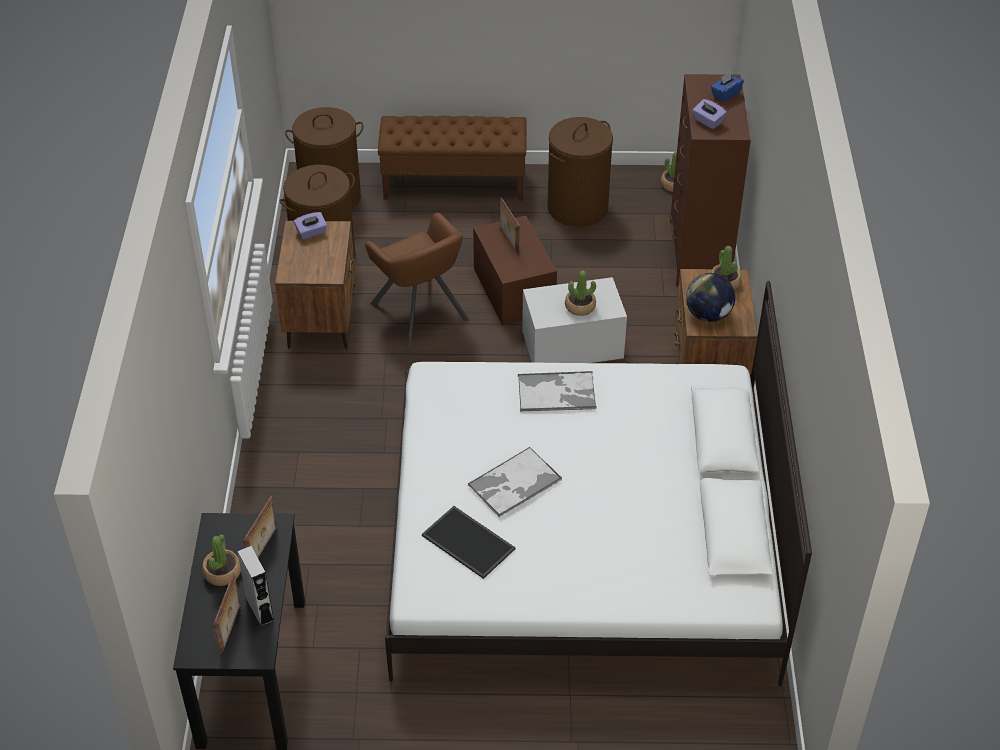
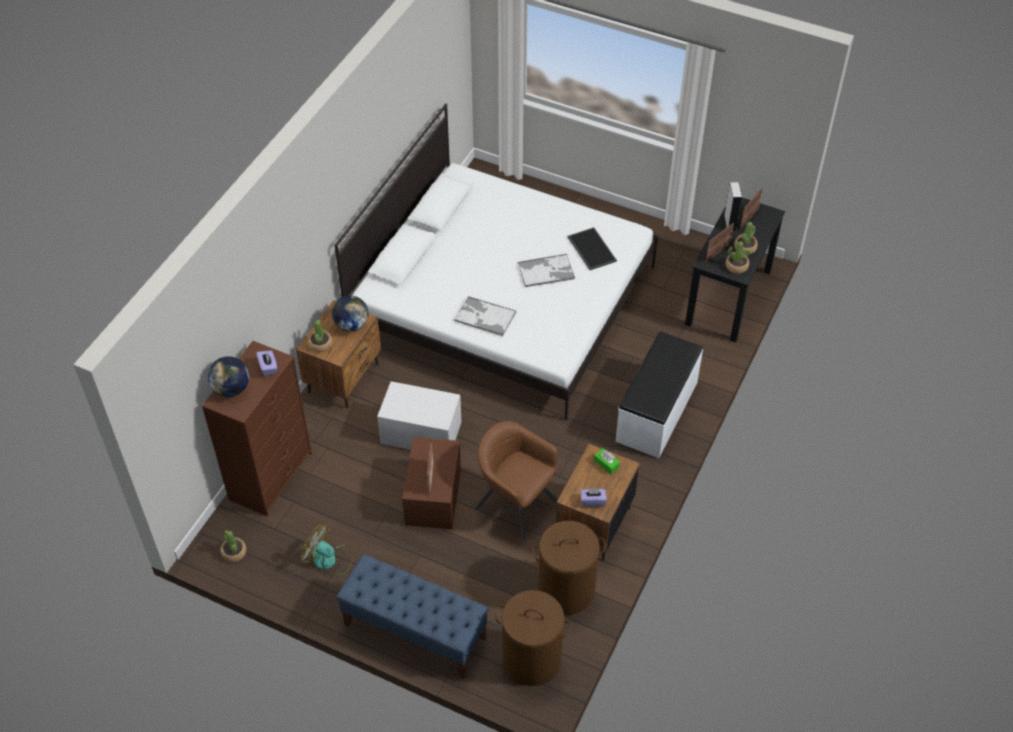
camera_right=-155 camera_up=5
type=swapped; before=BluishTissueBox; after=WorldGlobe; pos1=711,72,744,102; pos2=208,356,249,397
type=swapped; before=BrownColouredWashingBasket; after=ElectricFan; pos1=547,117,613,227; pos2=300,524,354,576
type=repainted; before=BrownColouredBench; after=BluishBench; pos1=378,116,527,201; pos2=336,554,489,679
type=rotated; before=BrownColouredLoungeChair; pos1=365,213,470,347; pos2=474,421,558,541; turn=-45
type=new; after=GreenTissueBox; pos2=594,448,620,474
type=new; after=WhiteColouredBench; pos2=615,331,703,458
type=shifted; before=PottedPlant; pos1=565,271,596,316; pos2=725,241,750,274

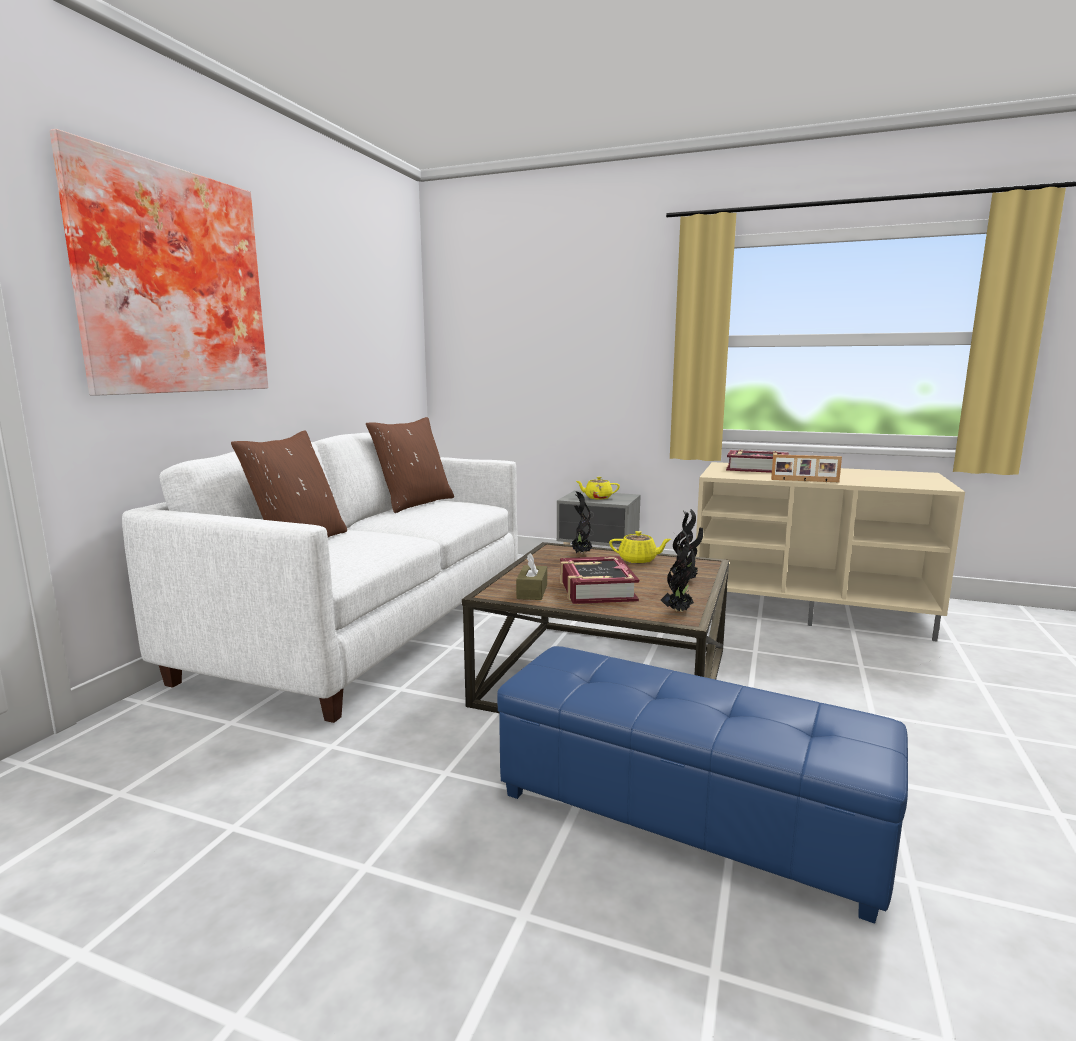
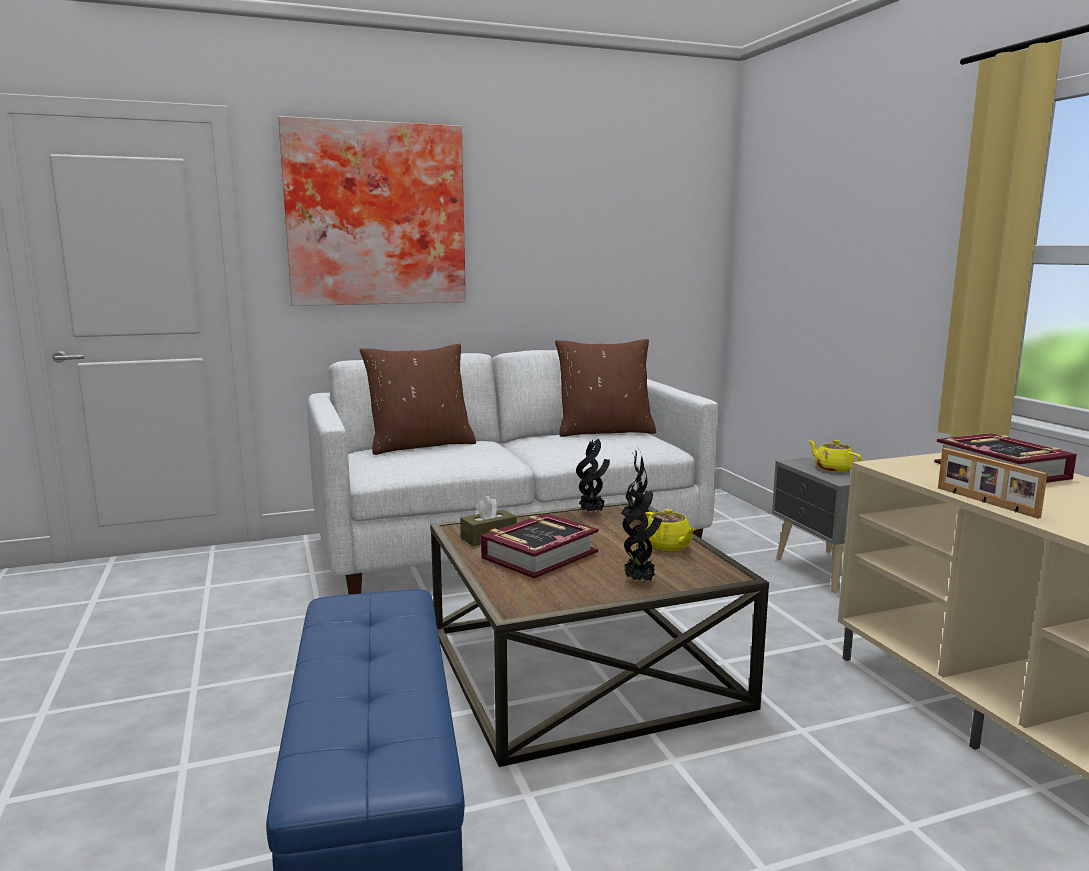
camera_right=50 camera_up=0
type=shifted; before=PottedPlant; pos1=661,530,695,612; pos2=576,439,610,513

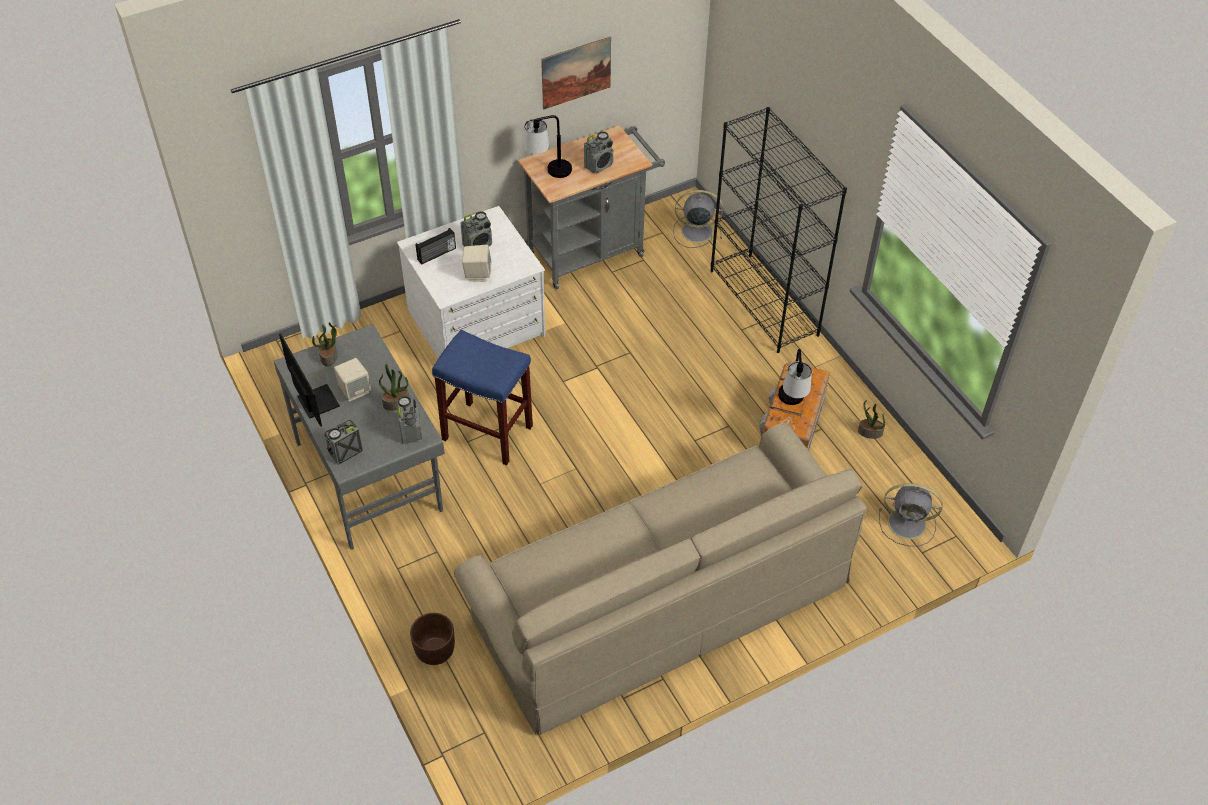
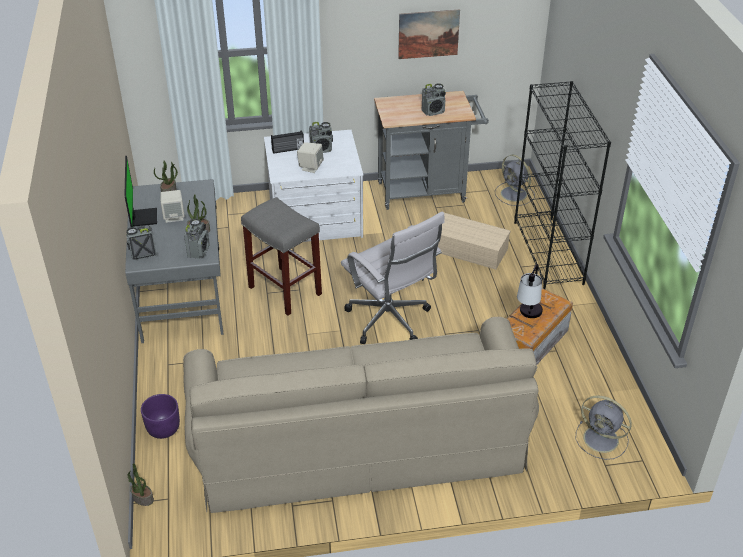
camera_right=20 camera_up=-10
type=shifted; before=PottedPlant; pos1=858,400,885,439; pos2=127,463,154,506
type=repainted; before=BrownColouredPlantPot; after=PurplishPlantPot; pos1=410,613,455,665; pos2=141,394,180,439
type=repainted; before=BluishSittingStool; after=GraySittingStool; pos1=432,330,533,465; pos2=241,197,322,316
type=new; after=WhiteColouredDeskChair; pos2=341,211,445,344
type=new; after=SandColouredStorageBox; pos2=438,213,511,269
type=rotated; before=GrayElectricFan; pos1=673,190,723,248; pos2=495,155,535,206; turn=-150
type=gone; before=TableLamp; pos1=523,115,572,178

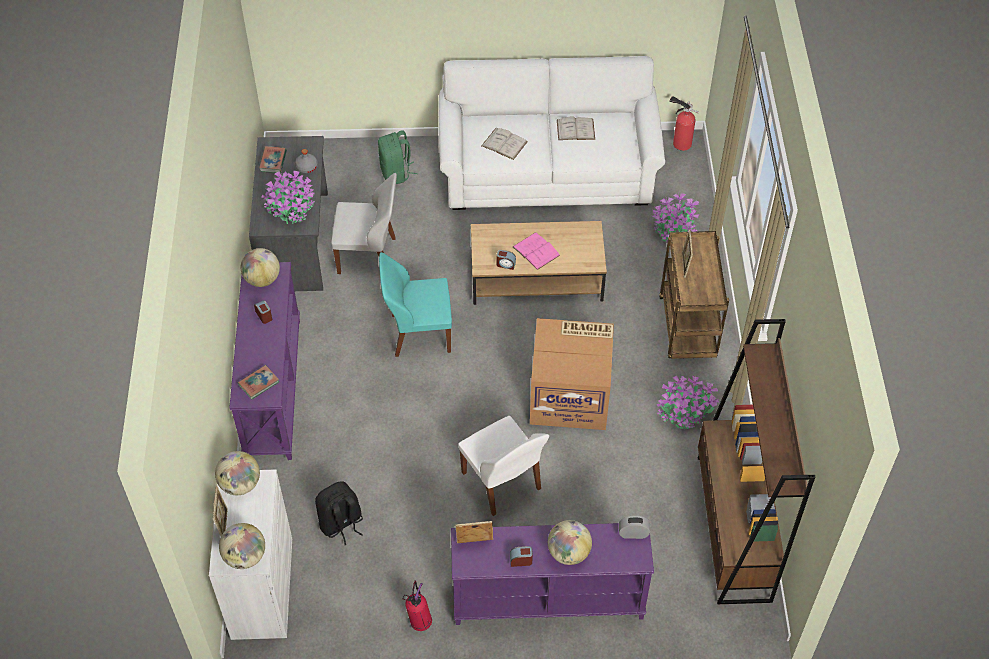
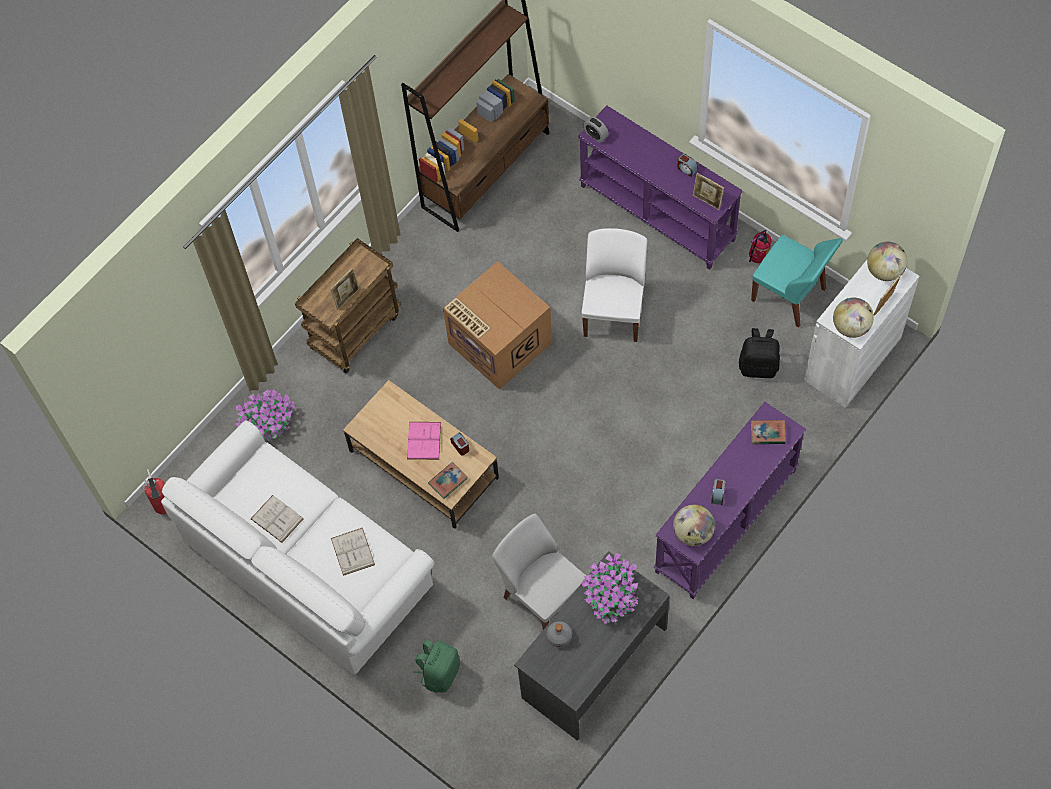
camera_right=-135 camera_up=10
type=shifted; before=BoundBook; pos1=259,146,287,173; pos2=428,462,468,499
type=shifted; before=TurquoiseChair; pos1=379,252,452,357; pos2=751,235,843,328
type=gone; before=WorldGlobe; pos1=548,520,592,565
type=gone; before=PottedPlant; pos1=657,375,719,429

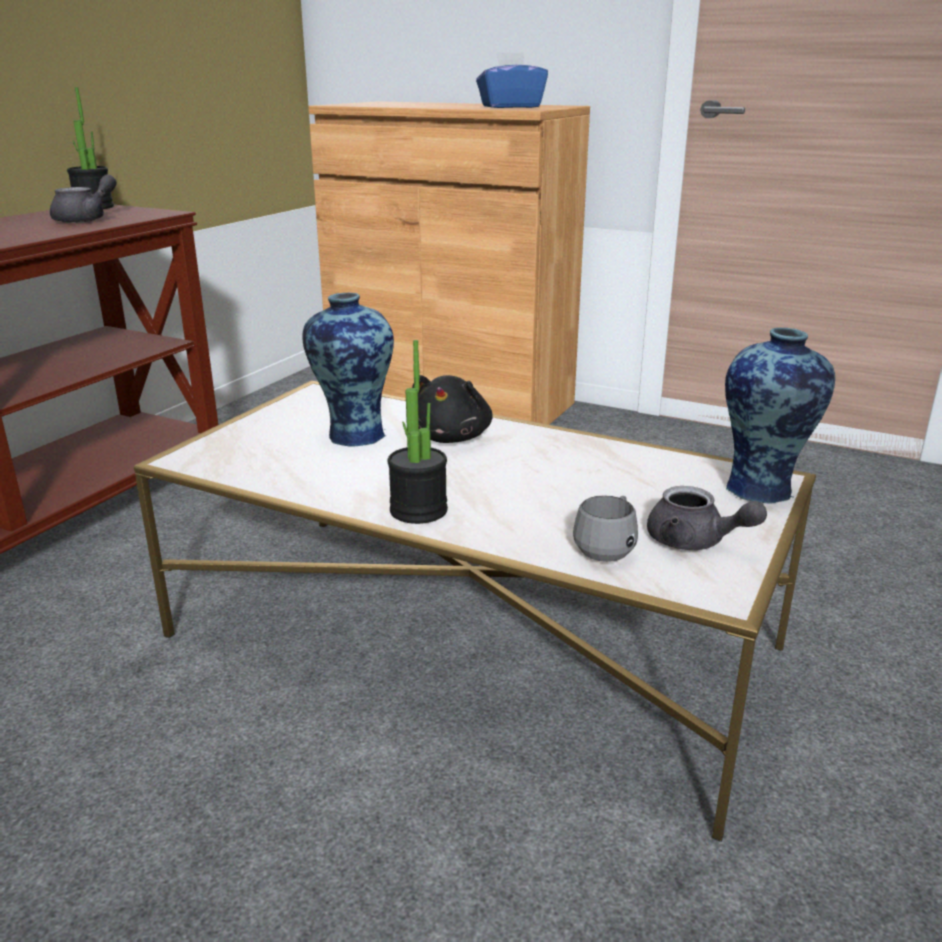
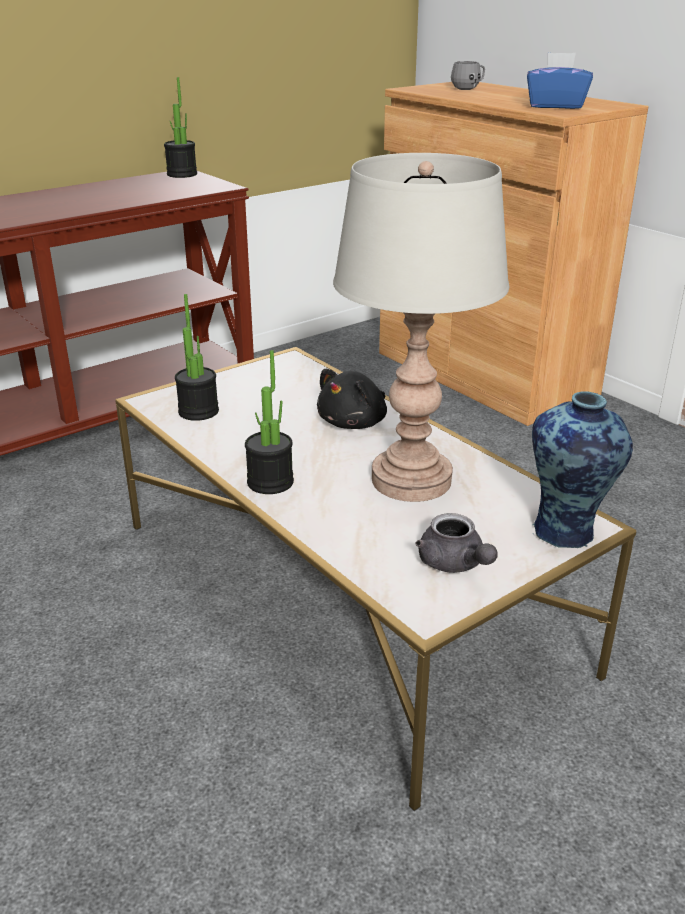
camera_right=25 camera_up=5
type=new; after=PottedPlant; pos2=175,294,219,421
type=new; after=GrayTableLamp; pos2=333,153,509,502
type=shifted; before=GrayTeaMug; pos1=573,495,638,562; pos2=451,61,485,90
type=gone; before=GrayTeapot; pos1=50,174,117,223
type=gone; before=FlowerVase; pos1=302,293,394,447

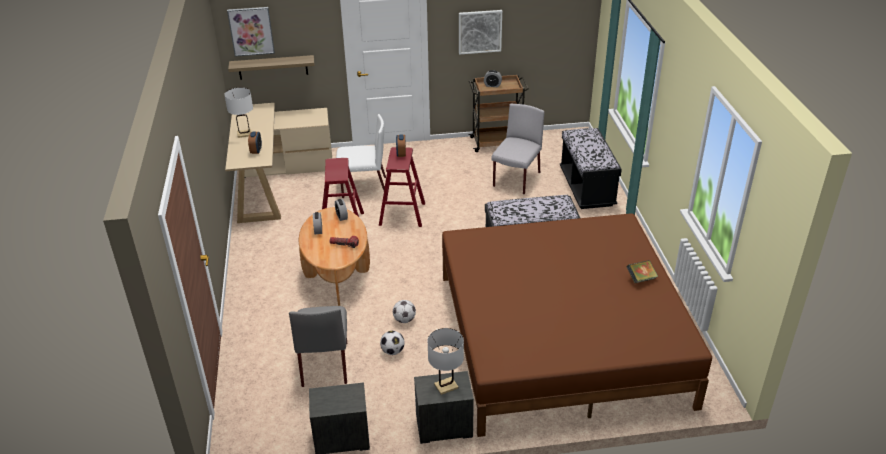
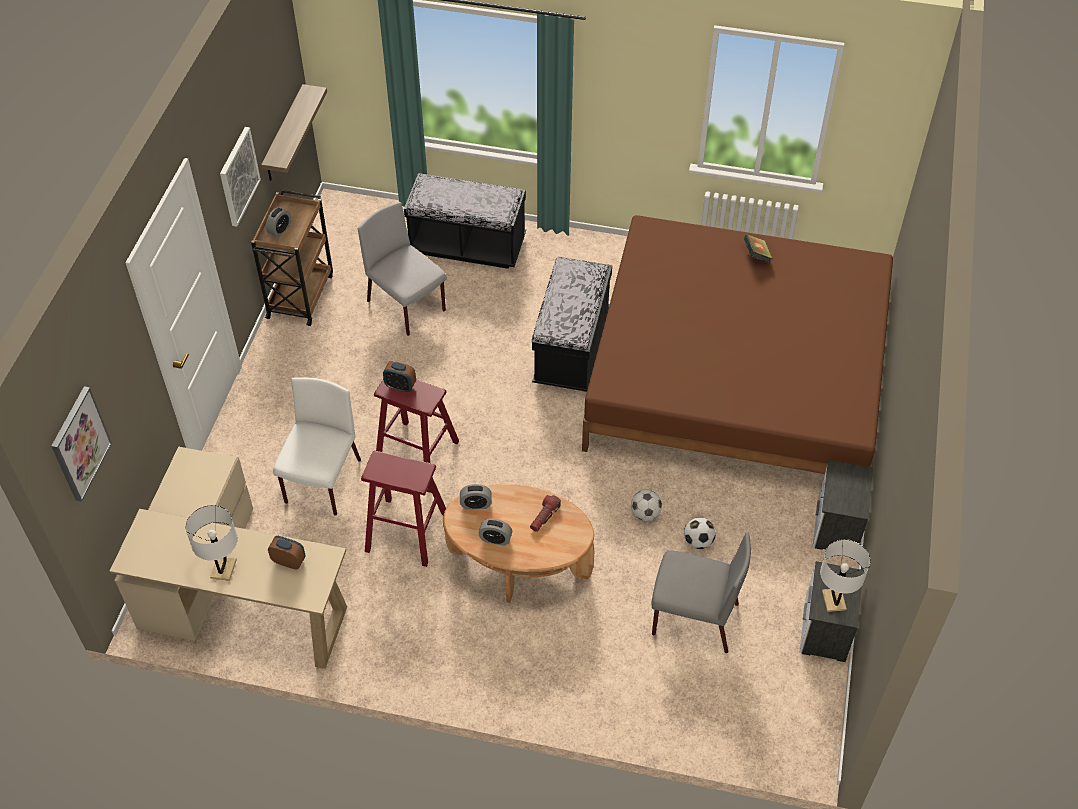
camera_right=-70 camera_up=15
type=shifted; before=BracketShelf; pos1=228,55,314,80; pos2=261,84,327,181
type=shifted; before=WhiteColouredTableLamp; pos1=427,328,464,395; pos2=820,539,870,612

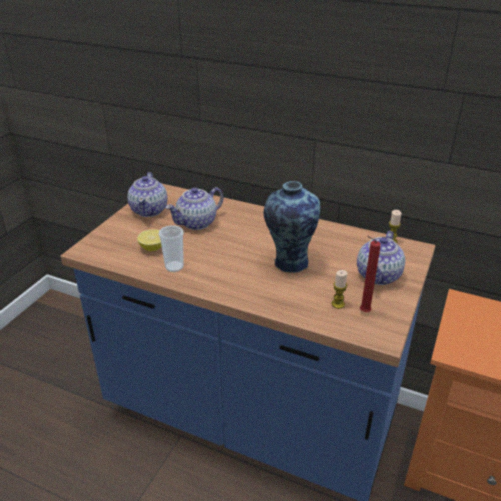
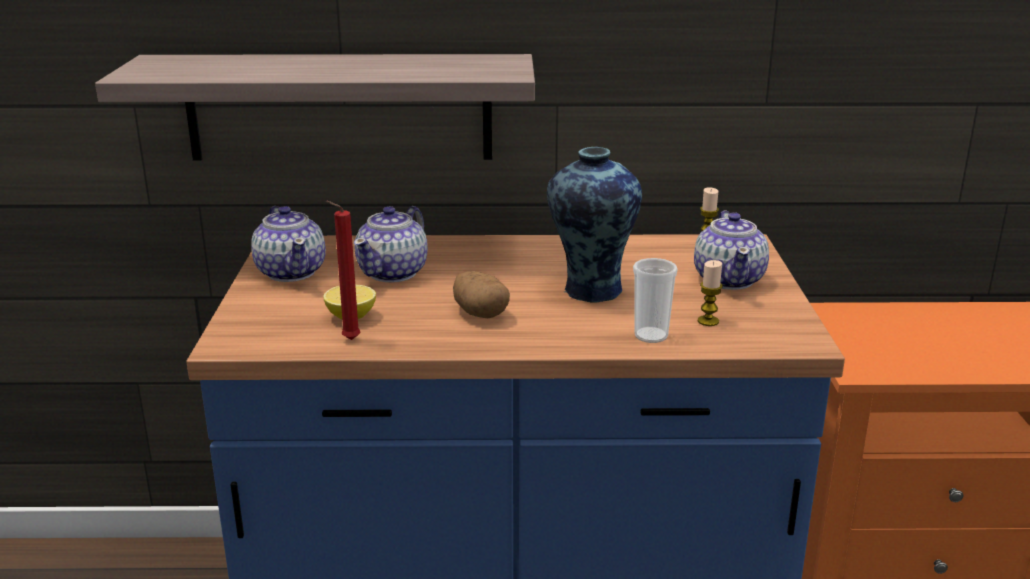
camera_right=-25 camera_up=-10
type=new; after=BracketShelf; pos2=95,54,535,160
type=shifted; before=RedColouredWaxCandle; pos1=360,236,381,312; pos2=326,201,360,340
type=new; after=Potato; pos2=453,271,510,318
type=shifted; before=DrinkingCup; pos1=159,225,184,272; pos2=633,258,678,343

